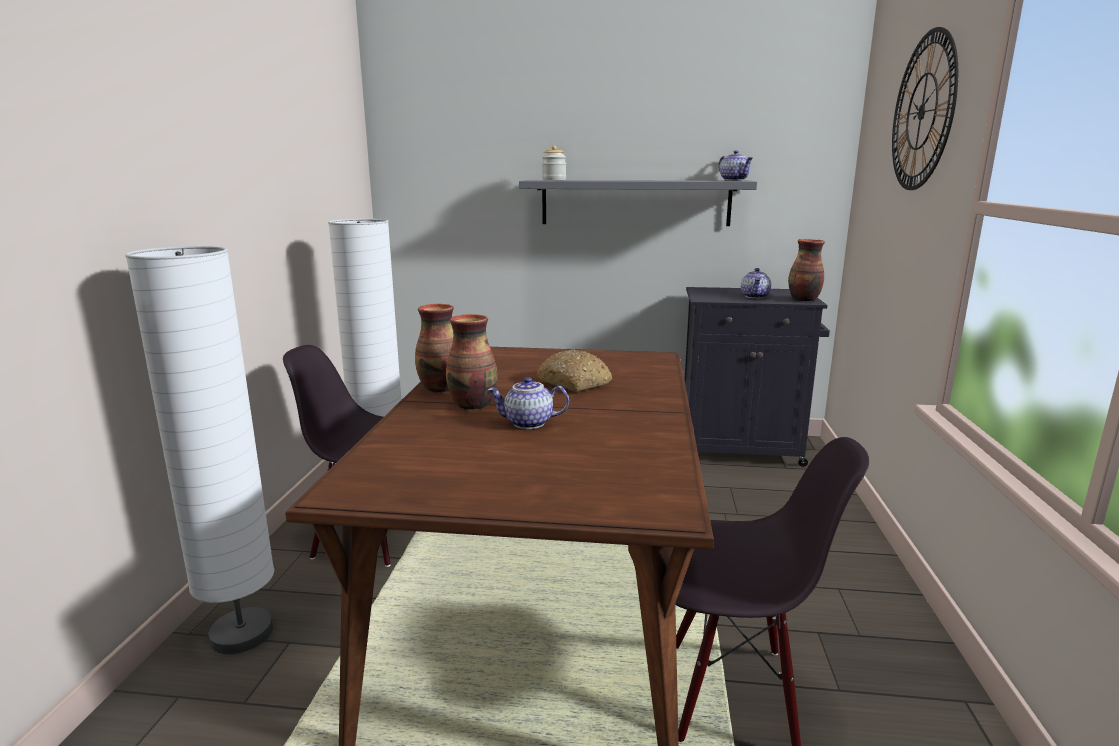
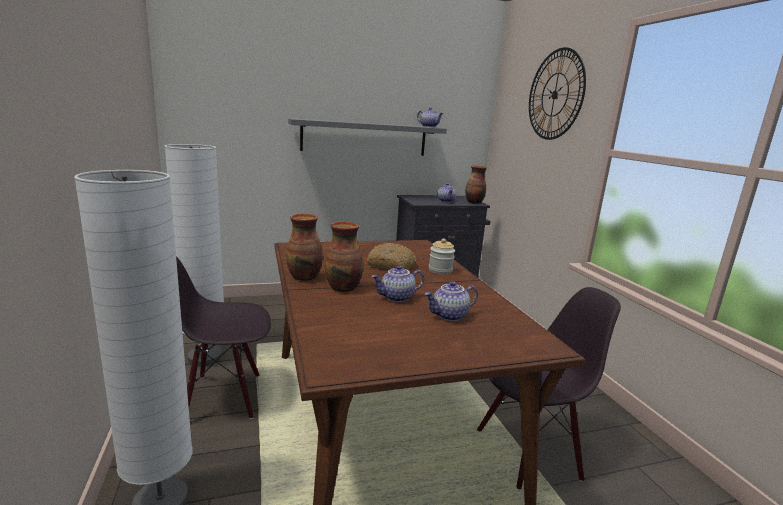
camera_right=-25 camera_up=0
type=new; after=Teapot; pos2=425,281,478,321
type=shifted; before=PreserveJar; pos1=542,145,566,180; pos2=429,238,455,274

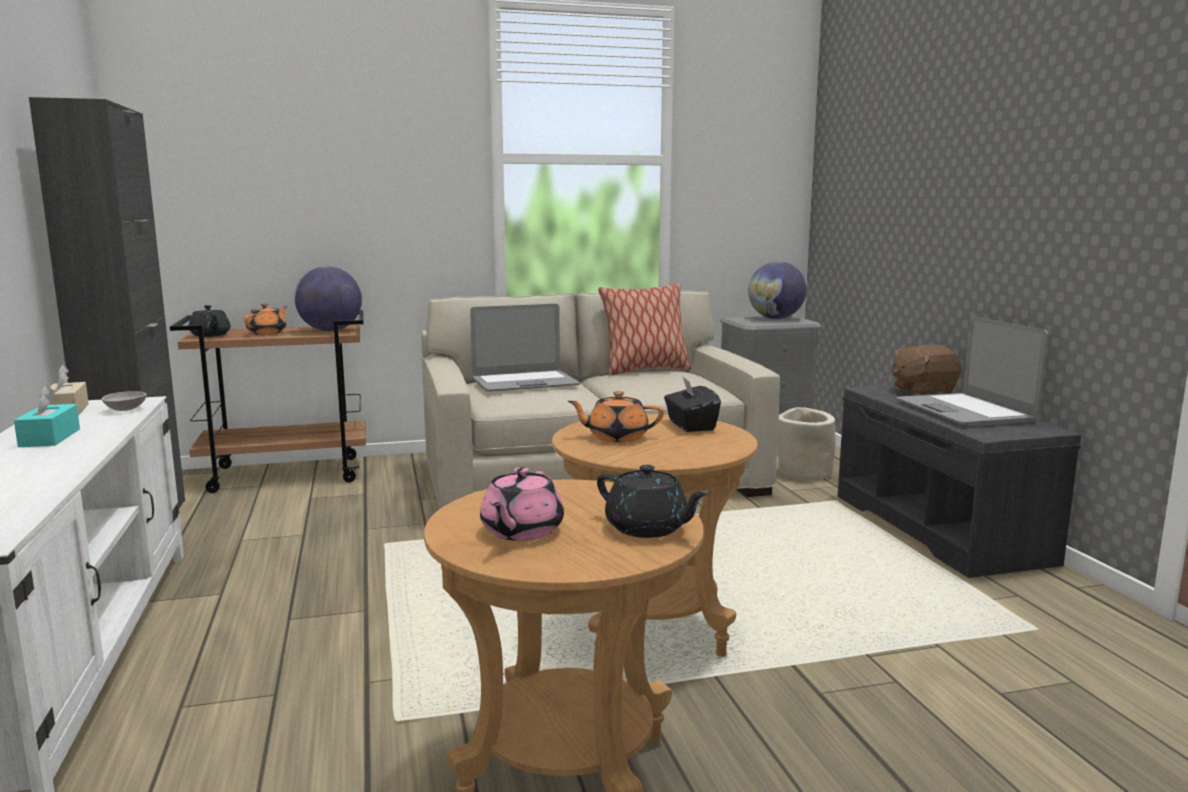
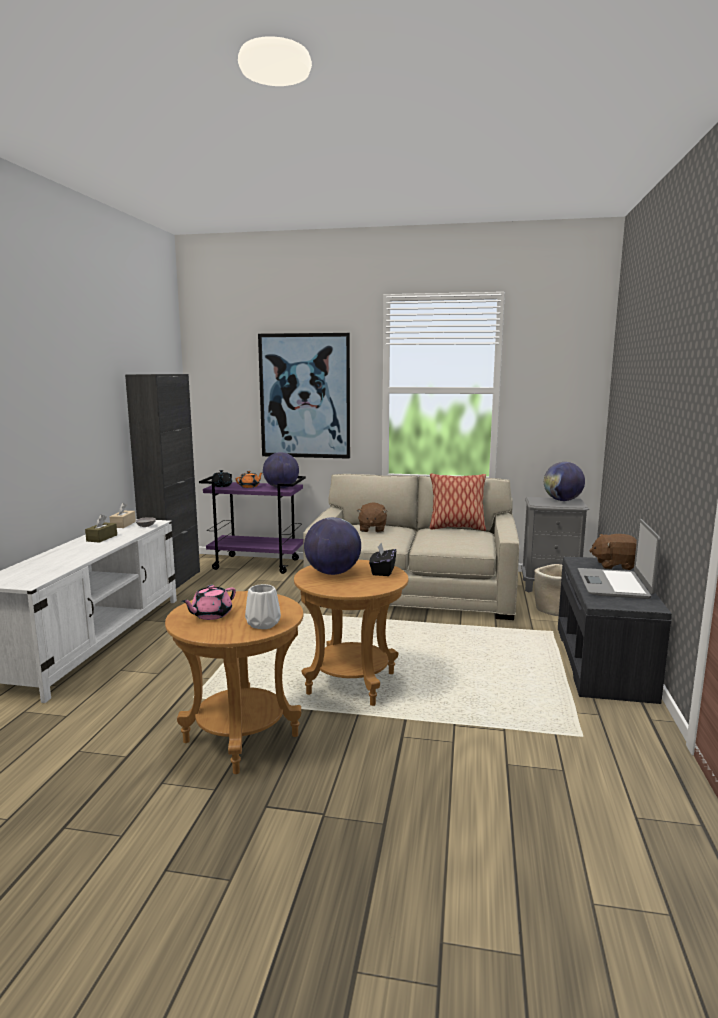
camera_right=25 camera_up=0
type=repainted; before=TurquoiseTissueBox; after=BrownColouredTissueBox; pos1=14,385,80,447; pos2=85,514,117,543
type=repainted; before=BrownColouredTrolley; after=PurplishTrolley; pos1=170,310,366,493; pos2=199,474,306,574
type=swapped; before=BlackTeapot; after=WhiteColouredFlowerVase; pos1=597,465,708,538; pos2=245,584,281,629
type=new; after=Picture; pos2=258,333,350,459
type=swapped; before=OrangeColouredTeapot; after=WorldGlobe; pos1=568,391,664,442; pos2=304,517,361,575
type=swapped; before=NotebookComputer; after=BrownColouredSoftToy; pos1=470,304,580,392; pos2=357,502,387,532

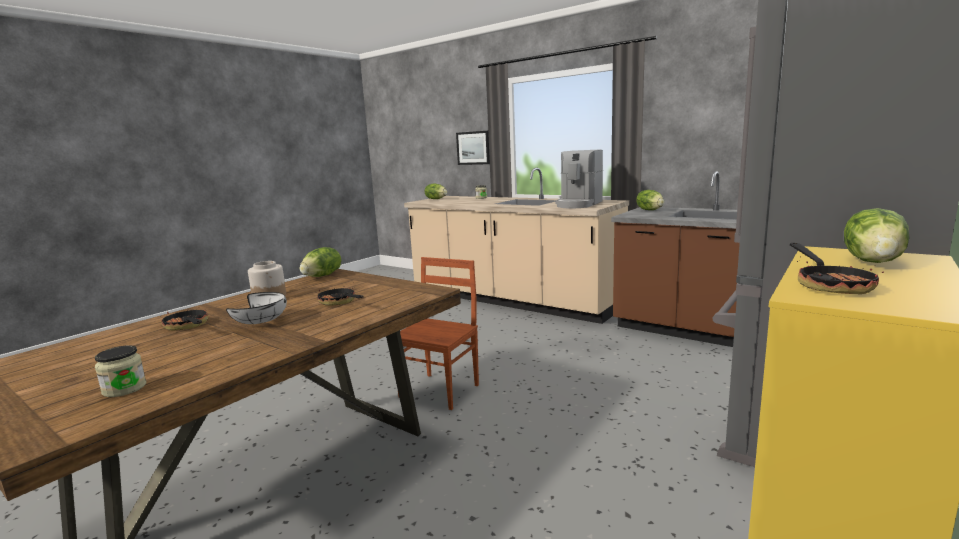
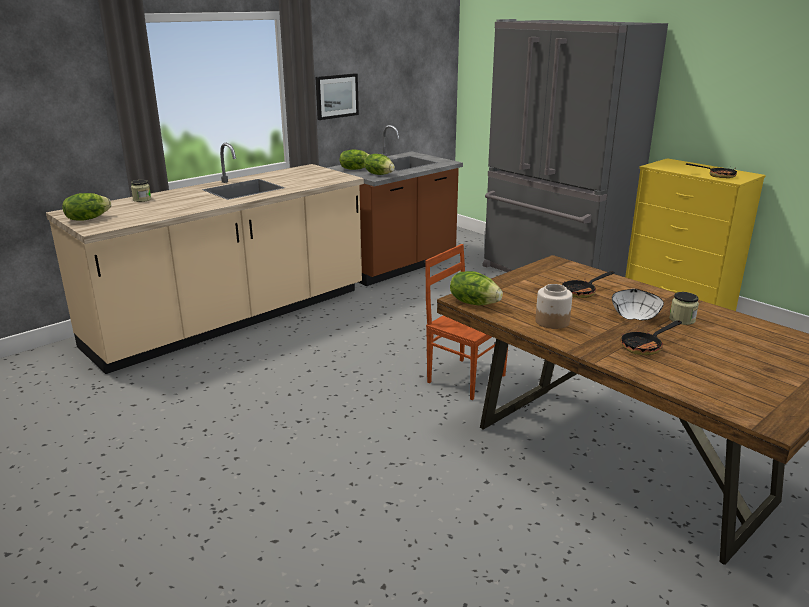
camera_right=-80 camera_up=10
type=shifted; before=Picture; pos1=456,131,490,165; pos2=315,73,359,120
type=shifted; before=HeadOfLettuce; pos1=844,208,910,263; pos2=364,154,395,175
type=shifted; before=PreserveJar; pos1=95,345,146,397; pos2=669,292,699,325
type=gone; before=CoffeeMachine; pos1=556,149,603,208

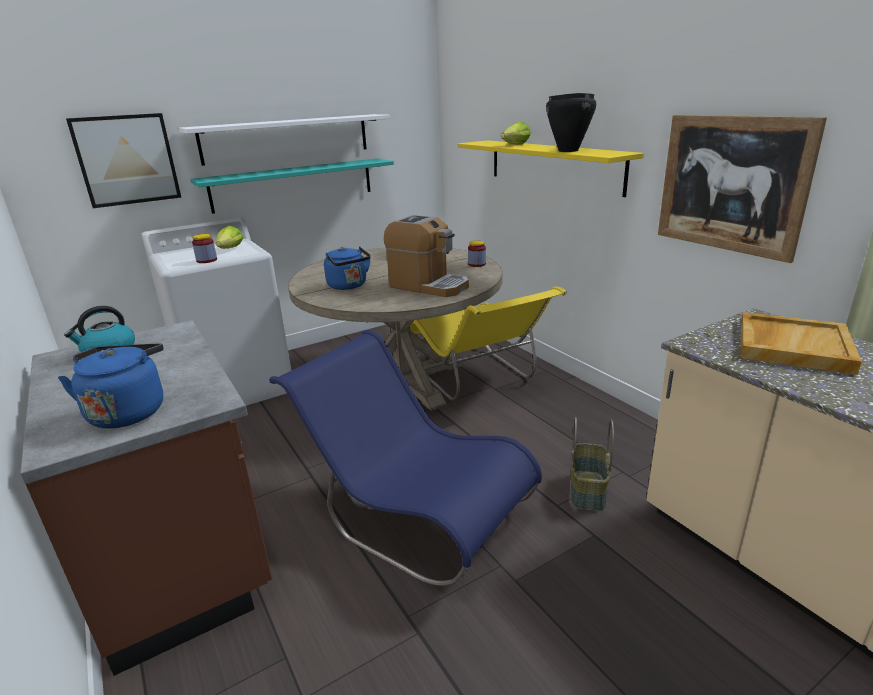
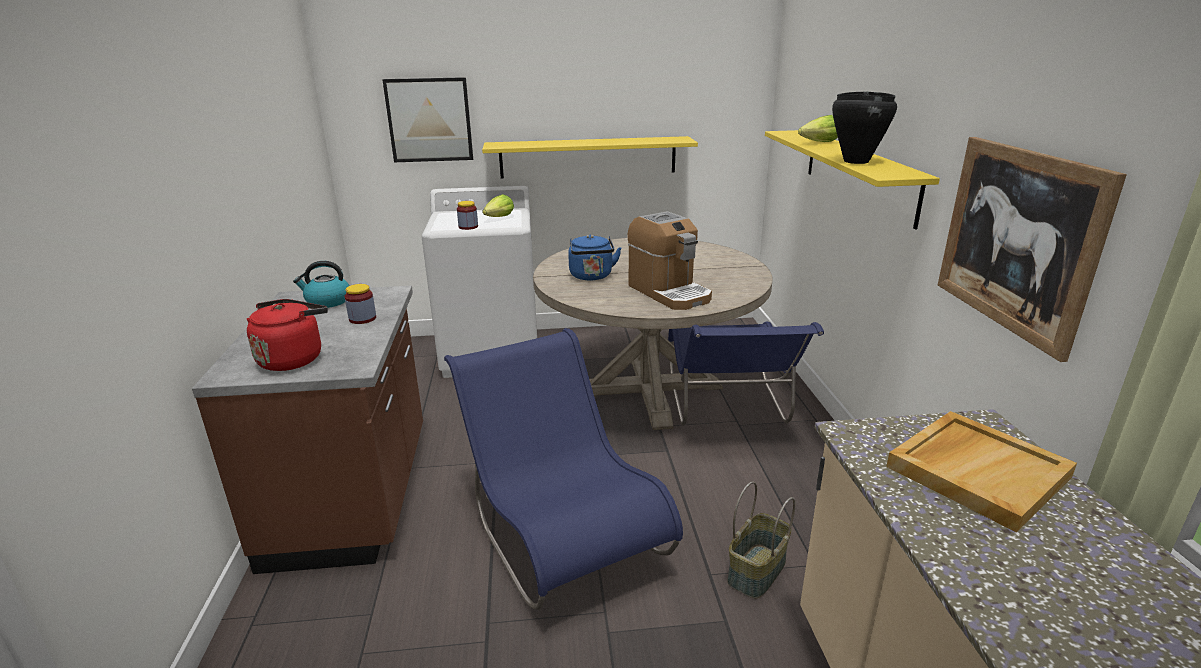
camera_right=25 camera_up=0
type=repainted; before=BluishTeaKettle; after=RedColouredTeaKettle; pos1=58,343,164,429; pos2=247,299,328,371
type=shifted; before=PreserveJar; pos1=468,241,486,267; pos2=345,284,376,324
type=repainted; before=TurquoiseBracketShelf; after=YellowBracketShelf; pos1=190,158,394,214; pos2=482,136,698,179
type=repainted; before=YellowChair; after=BluishChair; pos1=410,286,567,401; pos2=668,322,824,426
type=gone; before=WhiteColouredBracketShelf; pos1=179,114,390,166

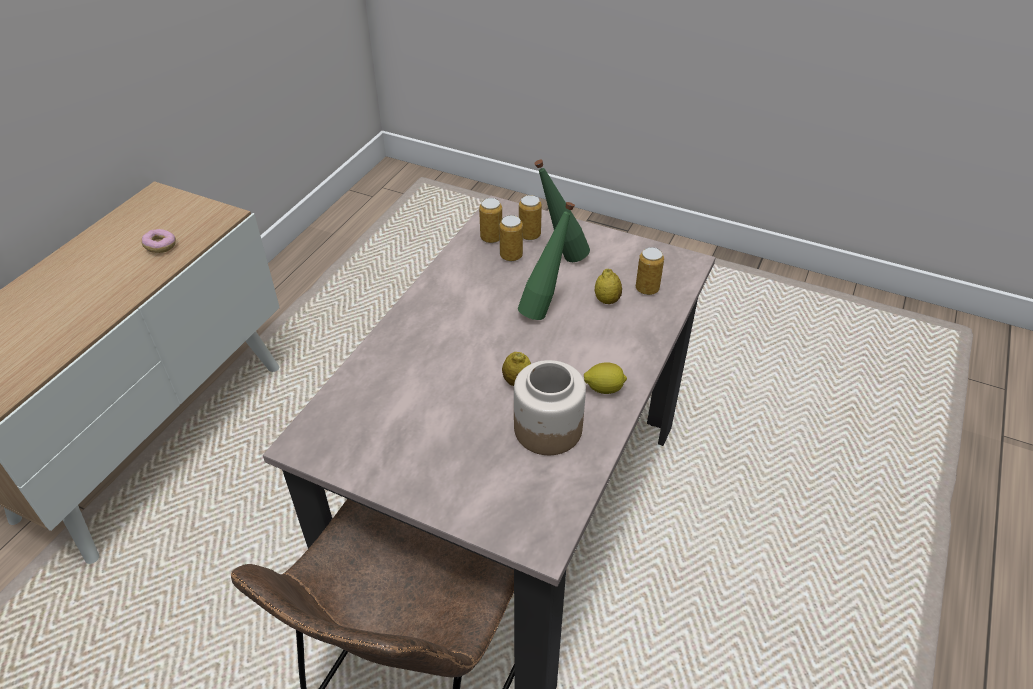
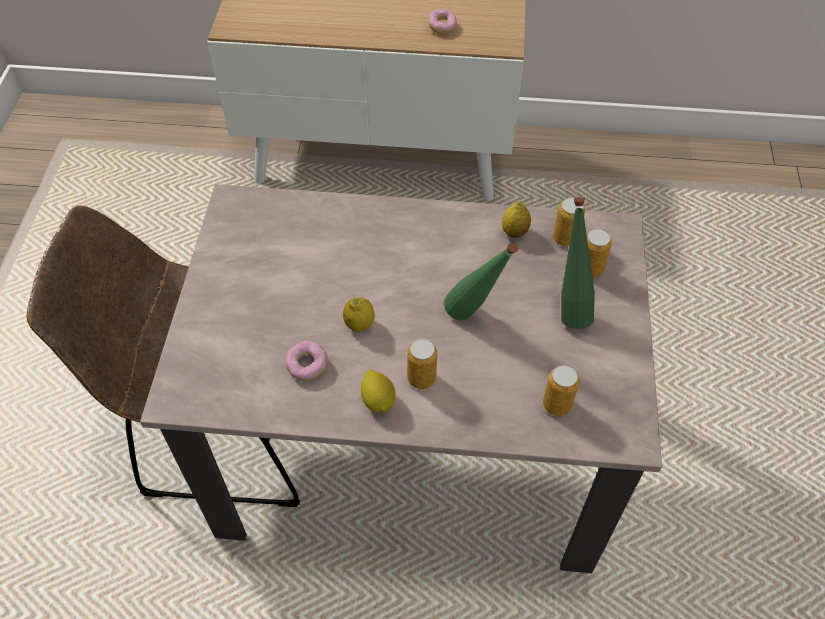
camera_right=70 camera_up=10
type=swapped; before=PreserveJar; after=Doughnut; pos1=514,360,586,455; pos2=285,341,328,381
type=shifted; before=MetalCan; pos1=499,215,523,261; pos2=407,339,437,389
type=shifted; before=CitrusFruit; pos1=595,269,622,304; pos2=502,201,531,238

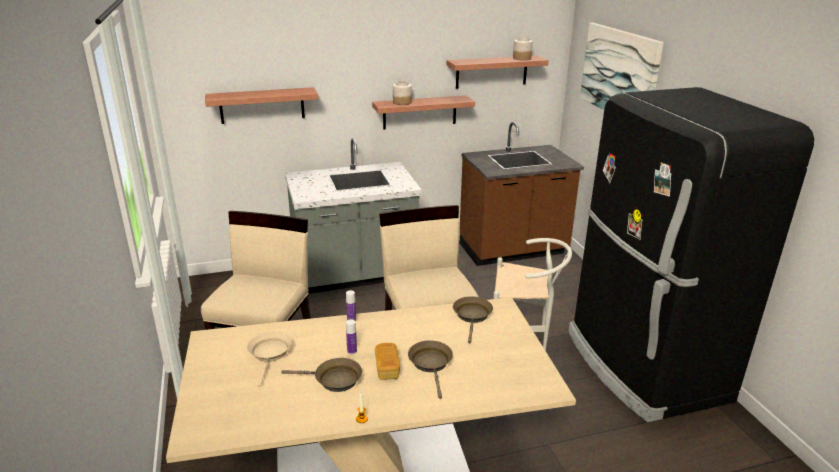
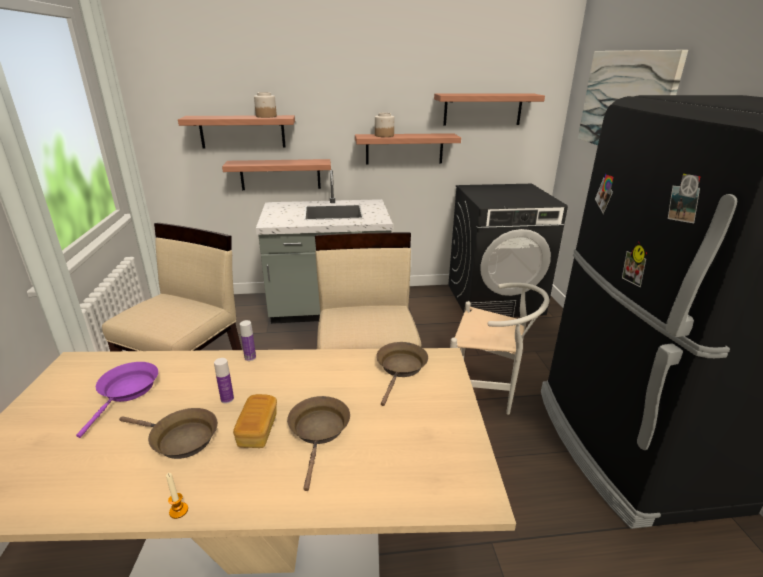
camera_right=10 camera_up=0
type=repainted; before=SandColouredFryingPan; after=PurplishFryingPan; pos1=247,331,292,387; pos2=76,362,158,438
type=new; after=BracketShelf; pos2=222,159,331,190
type=shifted; before=PreserveJar; pos1=513,37,533,60; pos2=254,92,277,118
type=swapped; before=BrownColouredCounter; after=BlackLaundryMachine; pos1=459,122,584,266; pos2=448,184,568,317

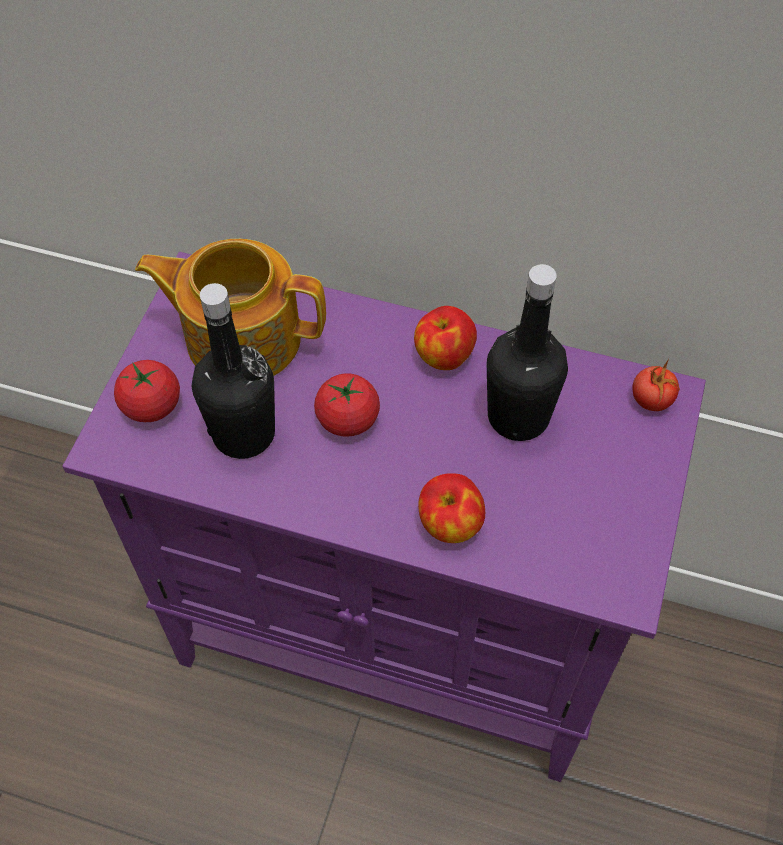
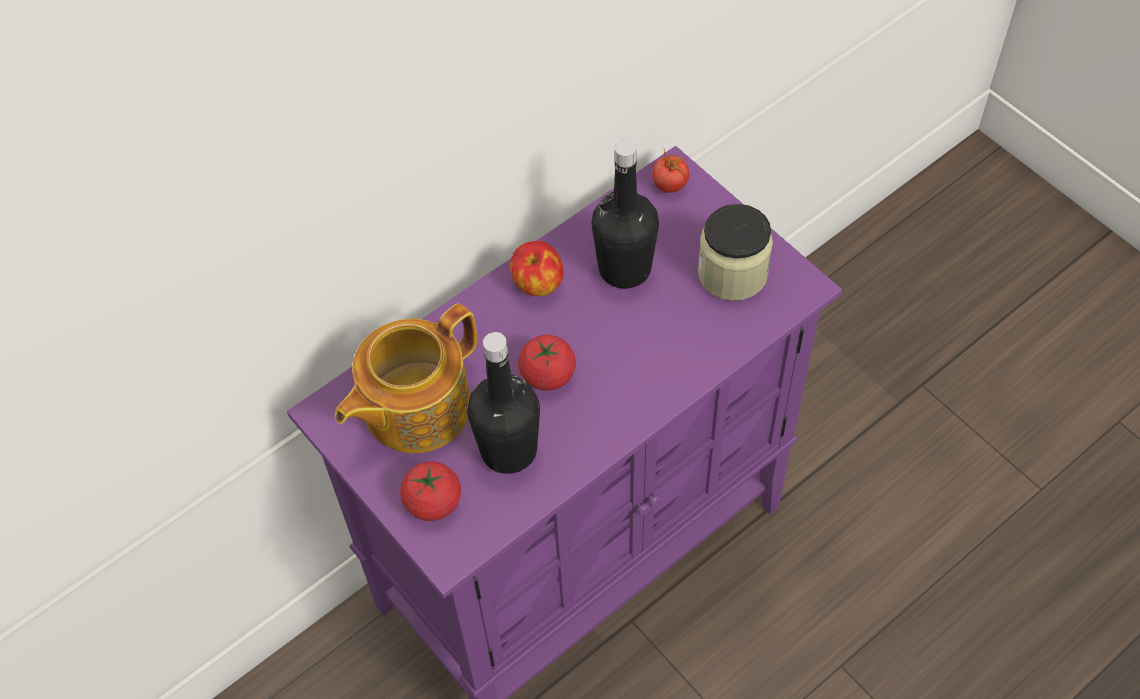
camera_right=-55 camera_up=0
type=new; after=PreserveJar; pos2=698,204,773,301
type=gone; before=AppleFruit; pos1=418,473,485,543

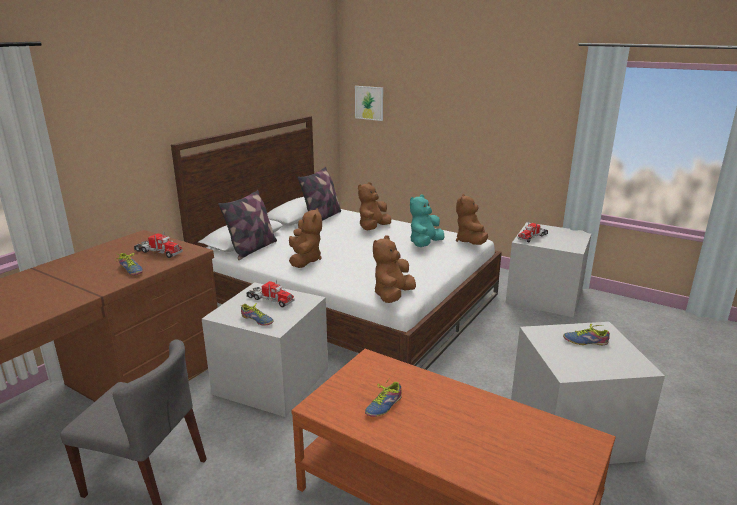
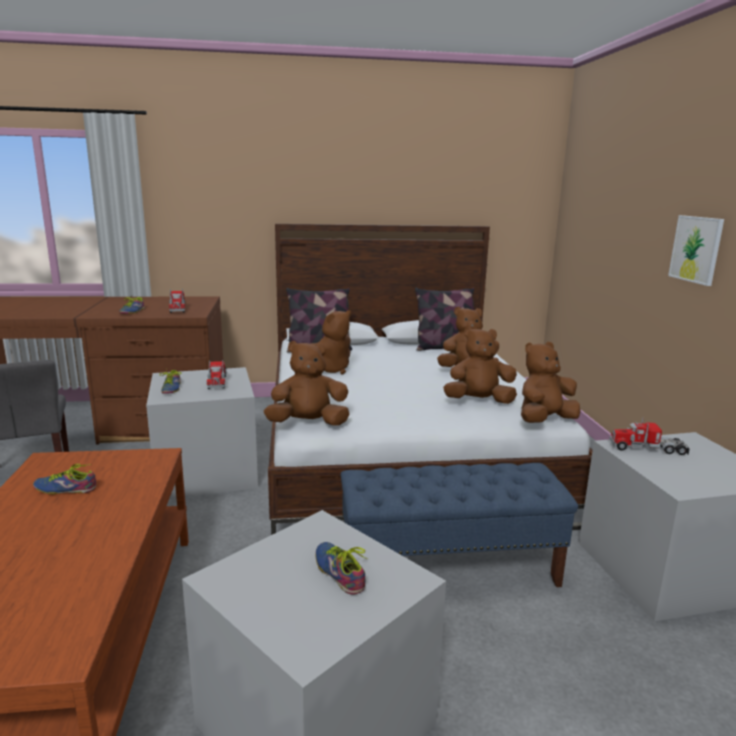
camera_right=50 camera_up=-5
type=new; after=BluishBench; pos2=341,463,578,587
type=repainted; before=TurquoiseSoftToy; after=BrownColouredSoftToy; pos1=410,195,444,247; pos2=443,327,517,404
type=shifted; before=Picture; pos1=355,86,383,121; pos2=668,215,724,286

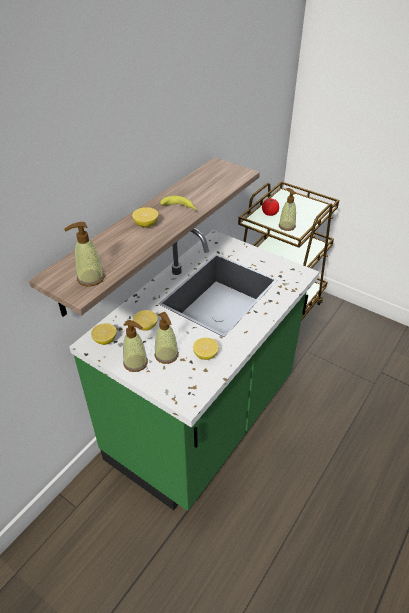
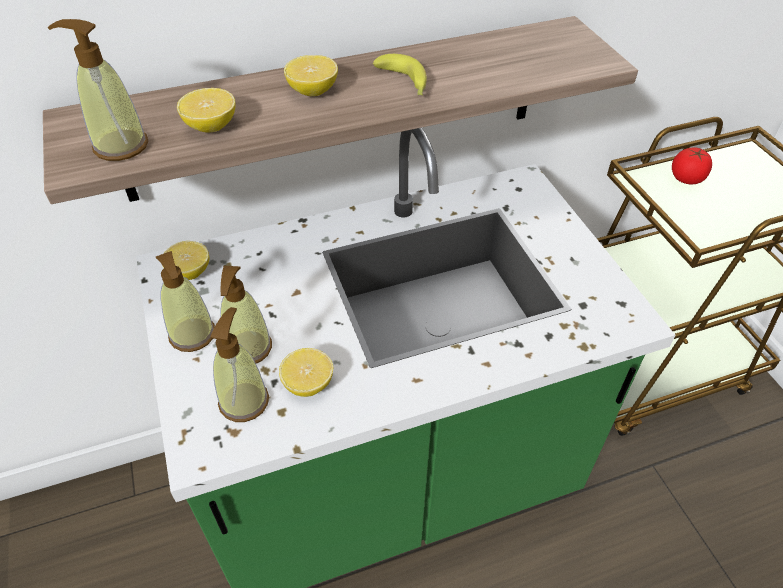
camera_right=35 camera_up=5
type=shifted; before=CitrusFruit; pos1=133,310,158,331; pos2=177,88,236,133
type=shifted; before=LiquidSoapBottle; pos1=279,188,296,231; pos2=210,307,269,422

